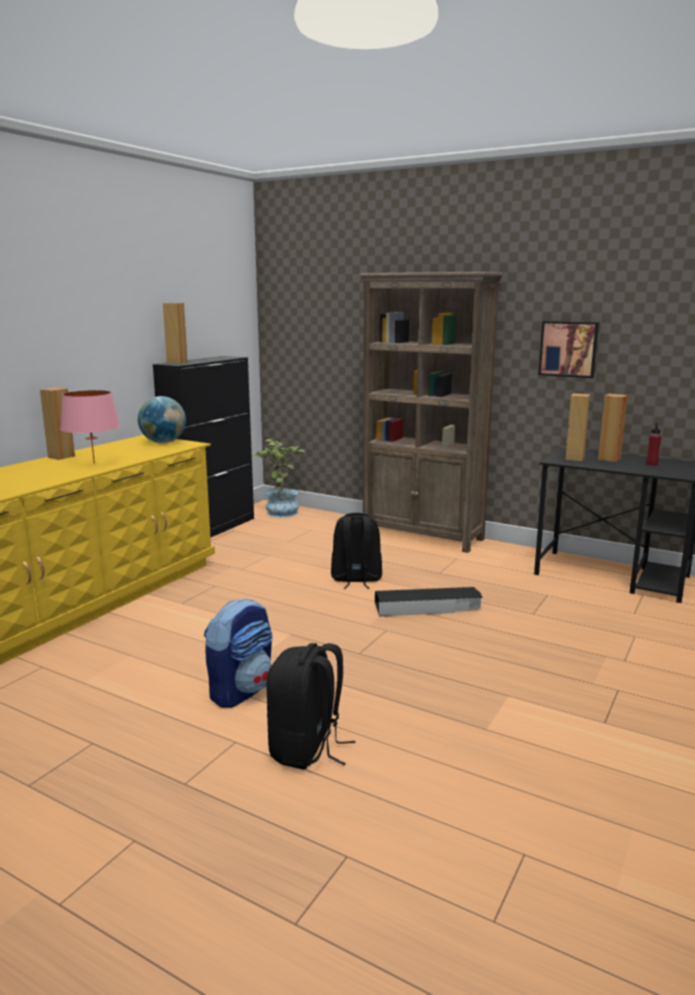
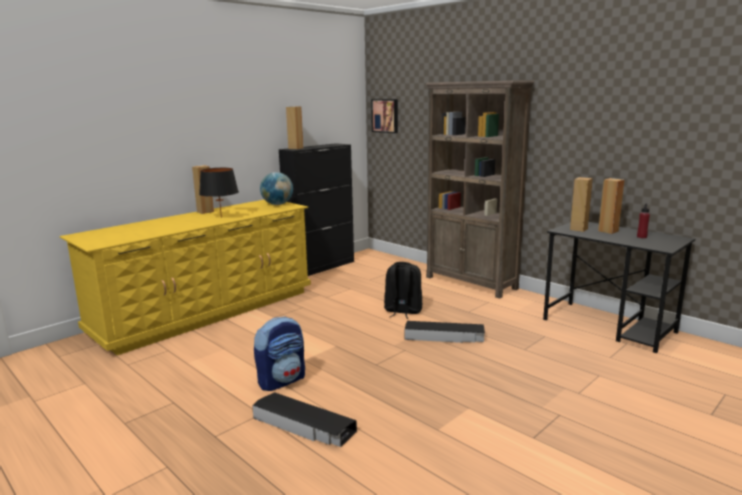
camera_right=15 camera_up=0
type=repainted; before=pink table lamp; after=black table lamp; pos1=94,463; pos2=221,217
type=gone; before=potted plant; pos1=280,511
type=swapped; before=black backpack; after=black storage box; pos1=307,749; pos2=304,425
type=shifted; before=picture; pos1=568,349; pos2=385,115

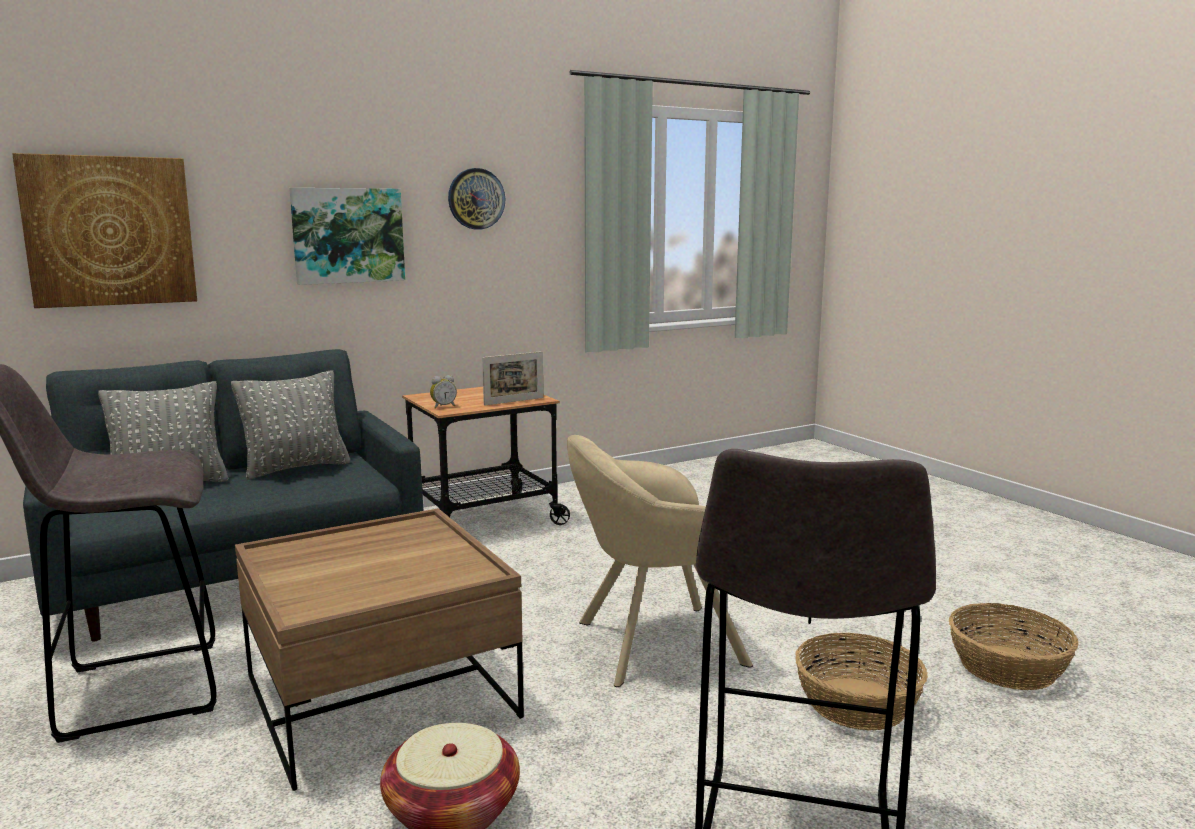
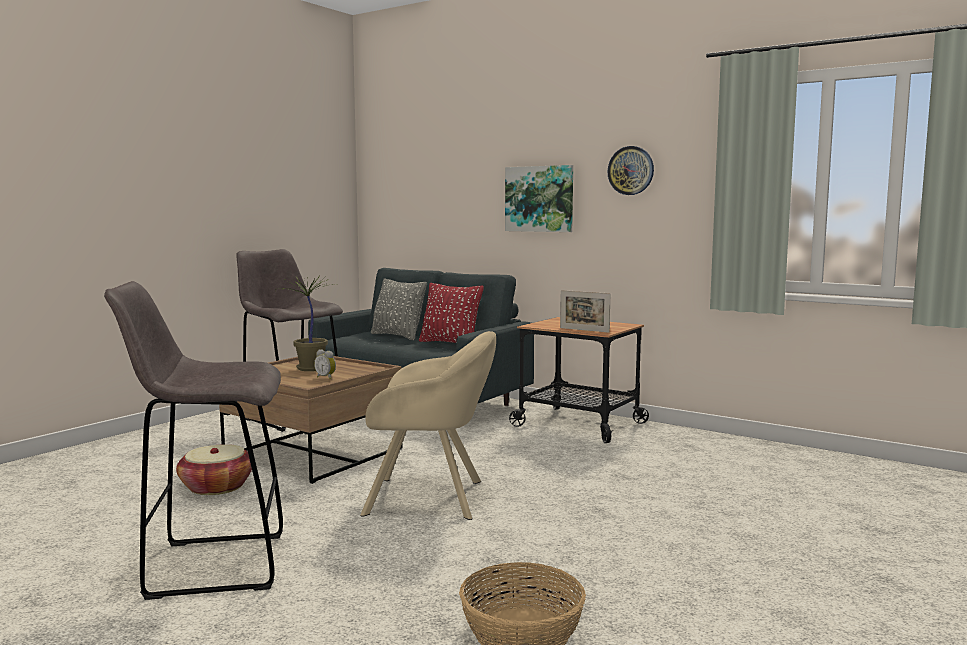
camera_right=65 camera_up=-5
type=gone; before=picture; pos1=110,231
type=repainted; before=grey pillow; after=red pillow; pos1=296,468; pos2=450,343
type=shifted; before=alarm clock; pos1=443,406; pos2=326,377
type=rotated; before=beige armchair; pos1=651,644; pos2=432,498; turn=135
type=gone; before=basket; pos1=858,704
type=new; after=potted plant; pos2=310,369

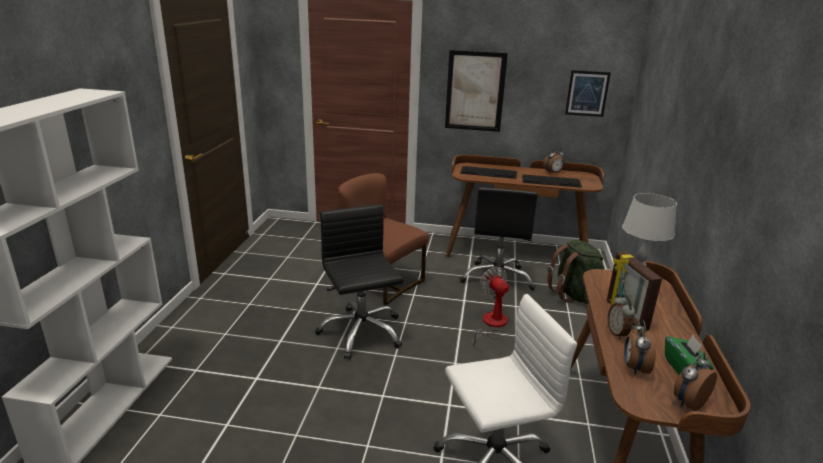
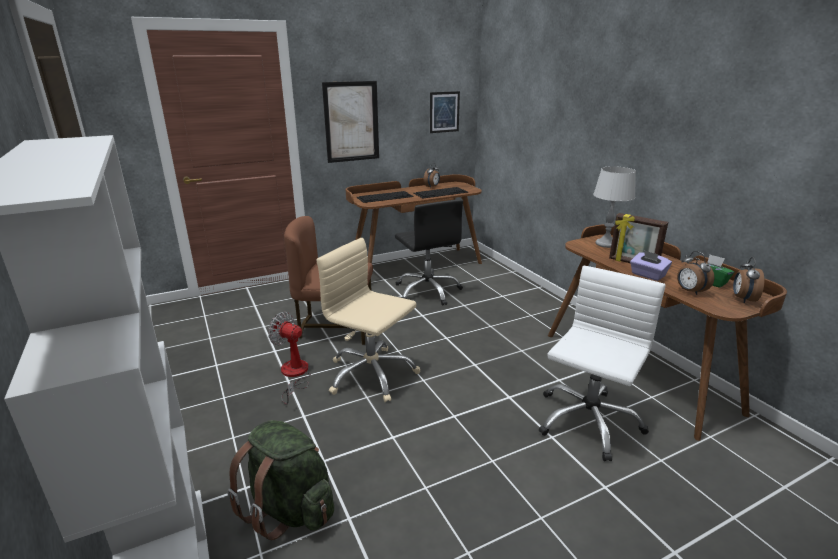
camera_right=-35 camera_up=0
type=repainted; before=black office chair; after=beige office chair; pos1=361,332; pos2=371,374
type=shifted; before=fan; pos1=491,325; pos2=294,375
type=shifted; before=green backpack; pos1=575,295; pos2=289,509
type=swapped; before=alarm clock; after=purple tissue box; pos1=617,333; pos2=647,275

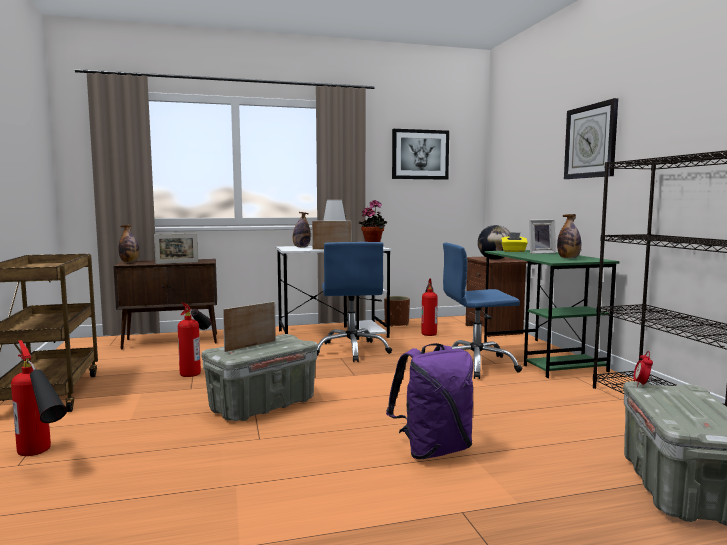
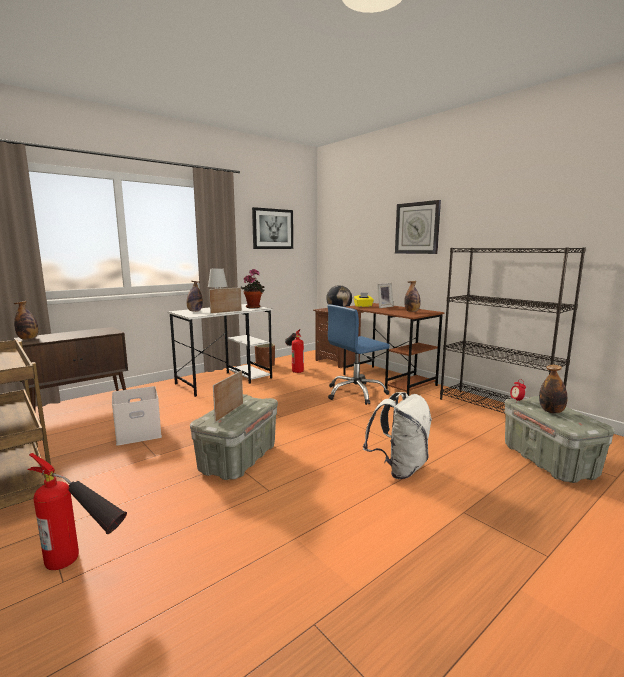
camera_right=-25 camera_up=5
type=gone; before=picture frame; pos1=177,263
type=swapped; before=fire extinguisher; after=white storage box; pos1=196,368; pos2=137,433
type=gone; before=blue office chair; pos1=352,351
type=repainted; before=purple backpack; after=white backpack; pos1=433,450; pos2=399,468
type=repainted; before=green desk; after=brown desk; pos1=542,357; pos2=389,380
type=new; after=bottle; pos2=551,411

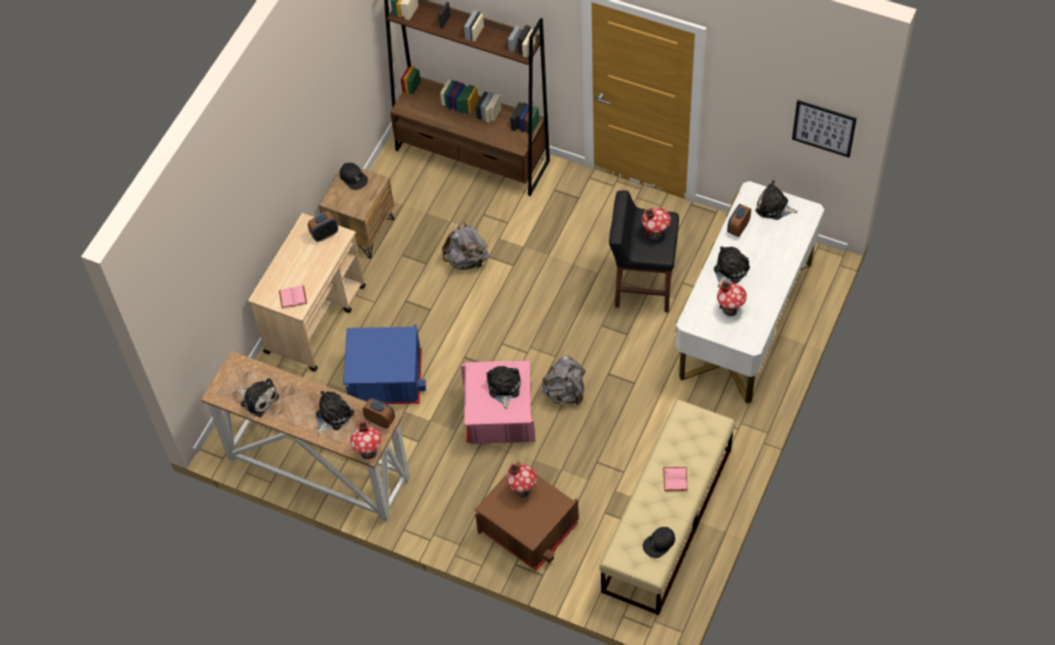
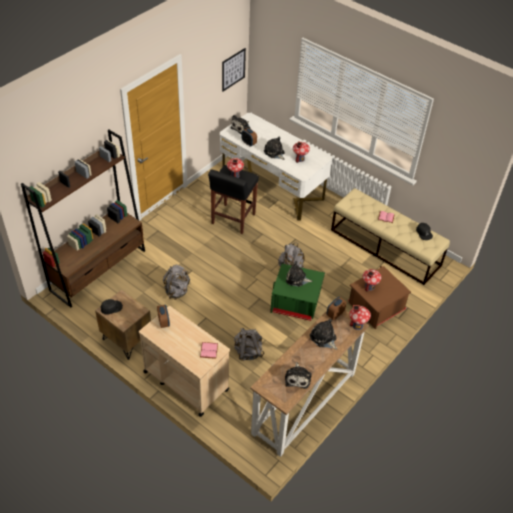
camera_right=-80 camera_up=-10
type=rotated; before=plush toy; pos1=258,399; pos2=297,378; turn=135
type=swapped; before=blue storage box; after=grey backpack; pos1=385,377; pos2=248,352
type=repainted; before=pink storage box; after=green storage box; pos1=498,415; pos2=296,302

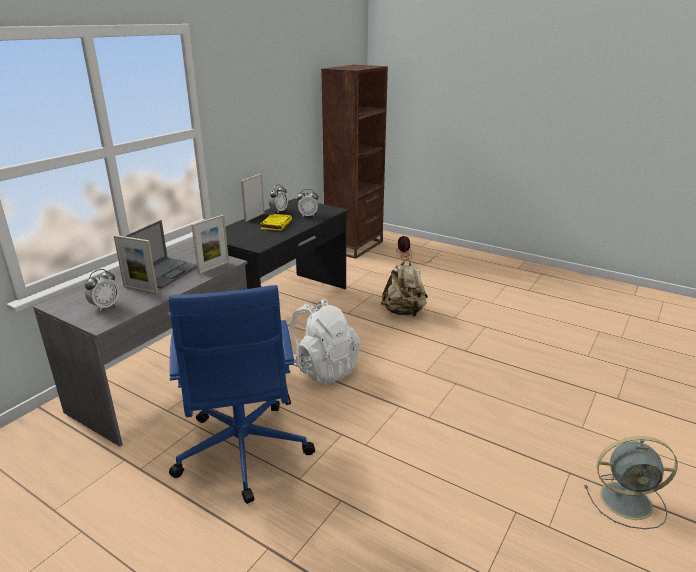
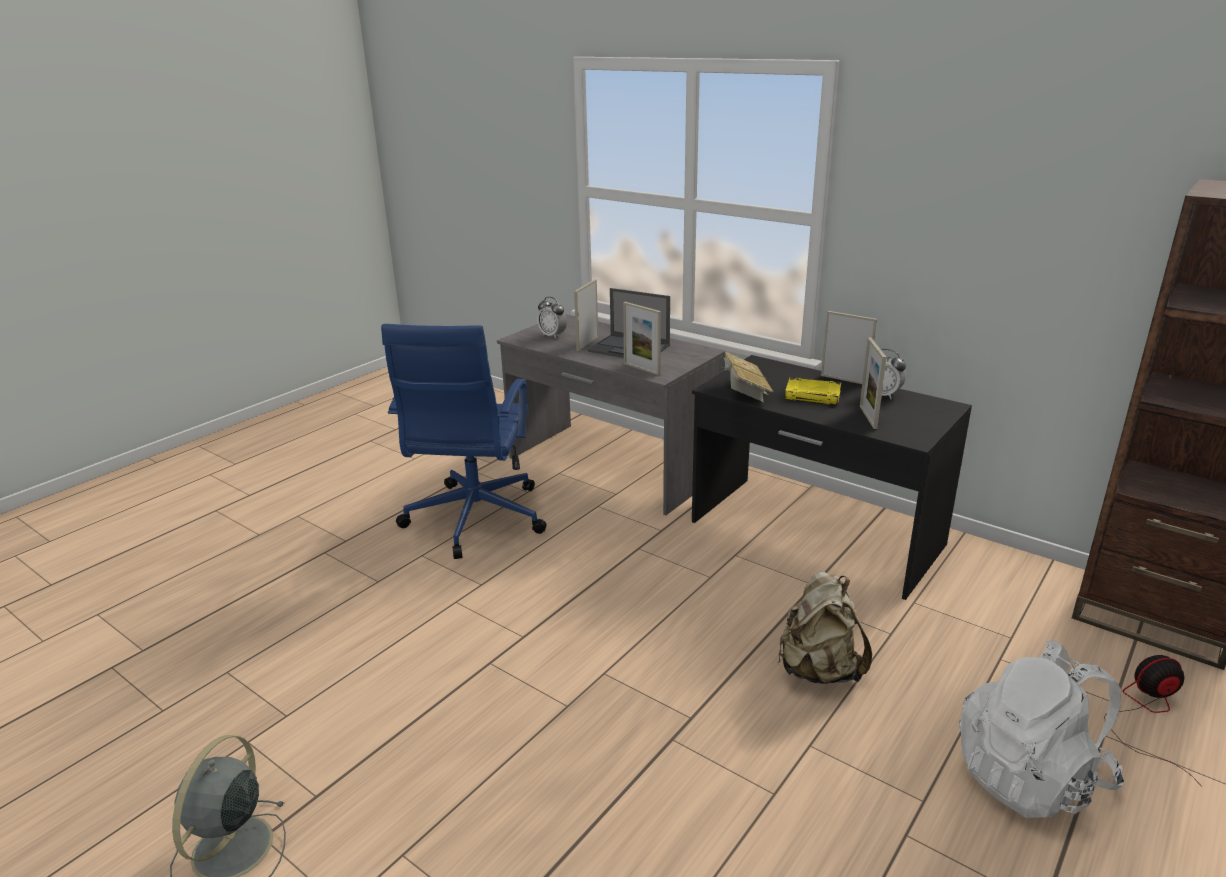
camera_right=95 camera_up=0
type=rotated; before=blue office chair; pos1=242,453; pos2=474,520; turn=-75
type=shifted; before=white backpack; pos1=322,369; pos2=1030,777
type=swapped; before=alarm clock; after=picture frame; pos1=308,216; pos2=868,417
type=new; after=book; pos2=744,391

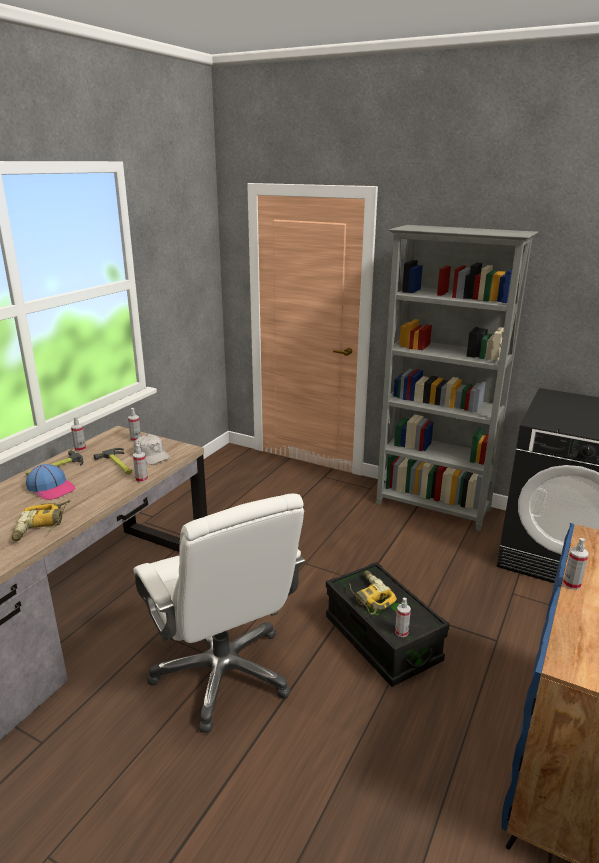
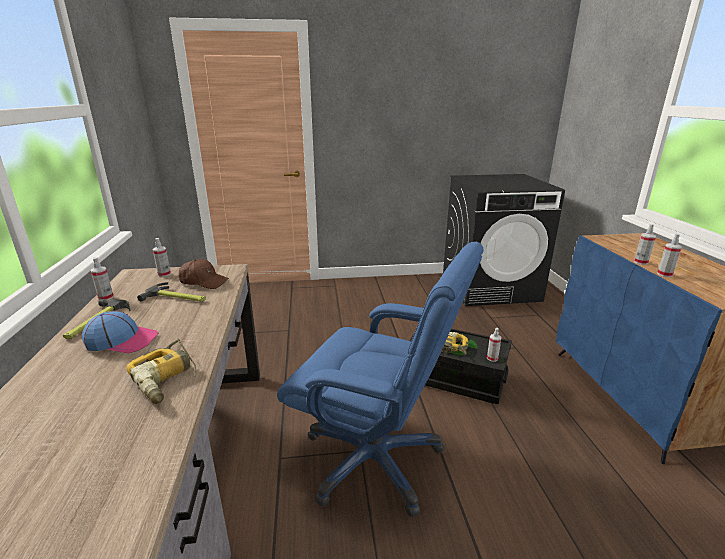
camera_right=-35 camera_up=0
type=repainted; before=white cap; after=brown cap; pos1=152,455; pos2=204,282
type=shifted; before=spray bottle; pos1=141,479; pos2=664,274
type=repainted; before=white office chair; after=blue office chair; pos1=223,673; pos2=374,459
type=gone; before=grey bookcase; pos1=433,508

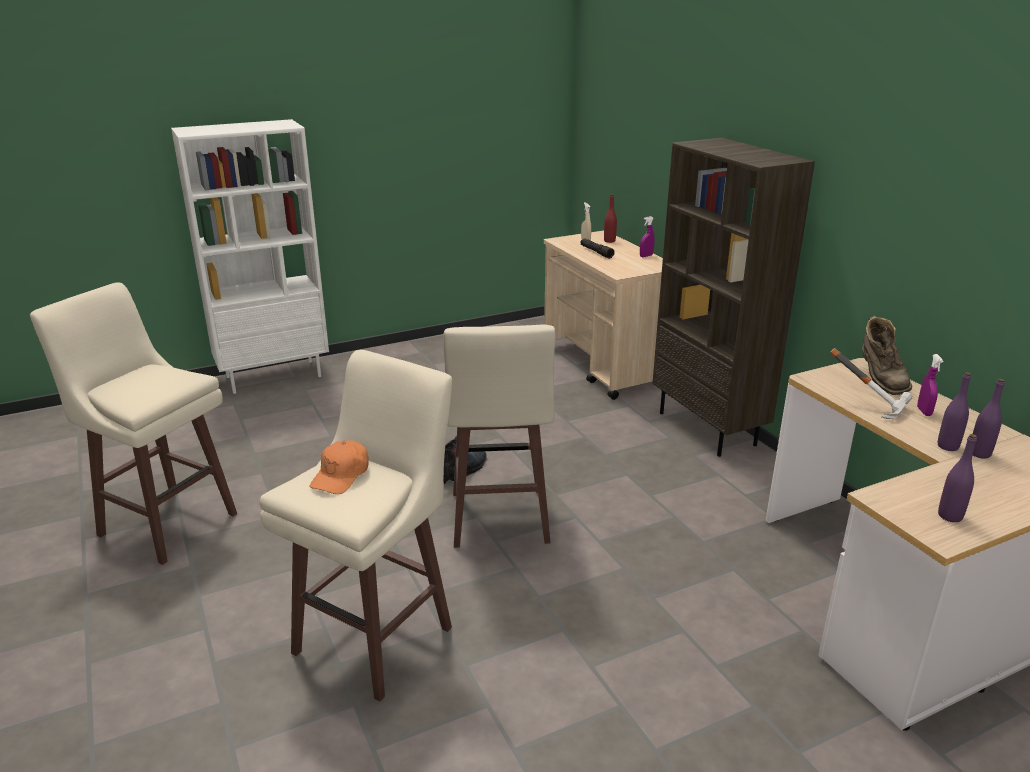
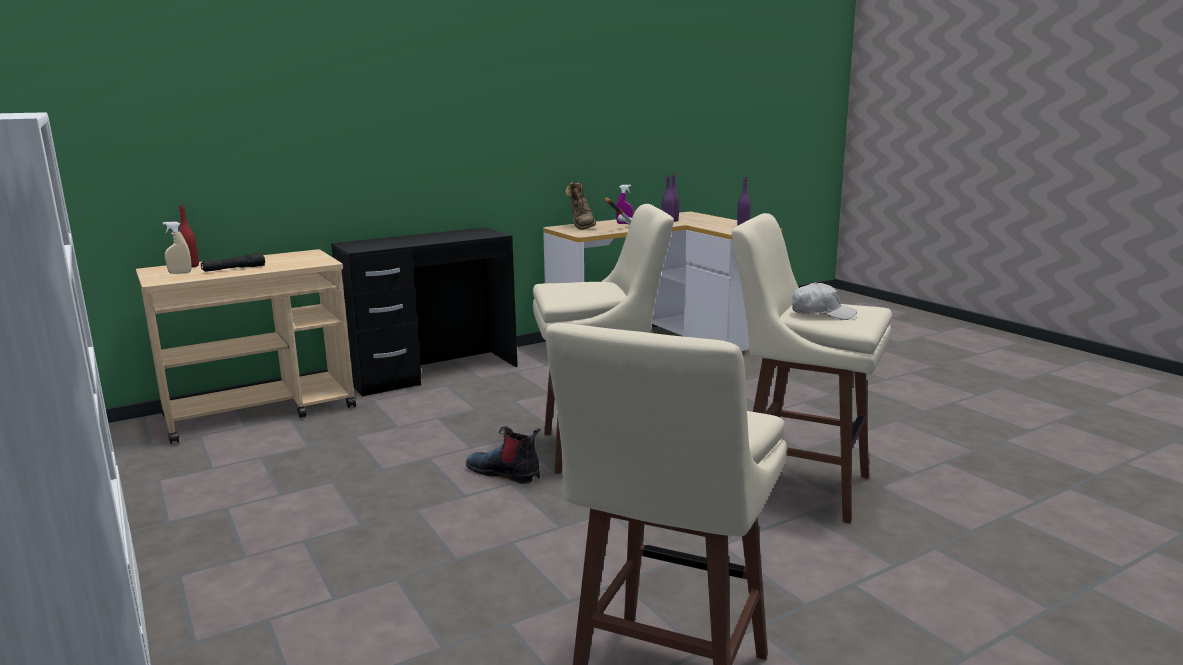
camera_right=-95 camera_up=-10
type=repainted; before=orange cap; after=white cap; pos1=341,476; pos2=822,313
type=gone; before=purple spray bottle; pos1=646,256
type=swapped; before=brown bookcase; after=black desk; pos1=708,428; pos2=433,372
type=rotated; before=brown boot; pos1=879,380; pos2=581,226; turn=90

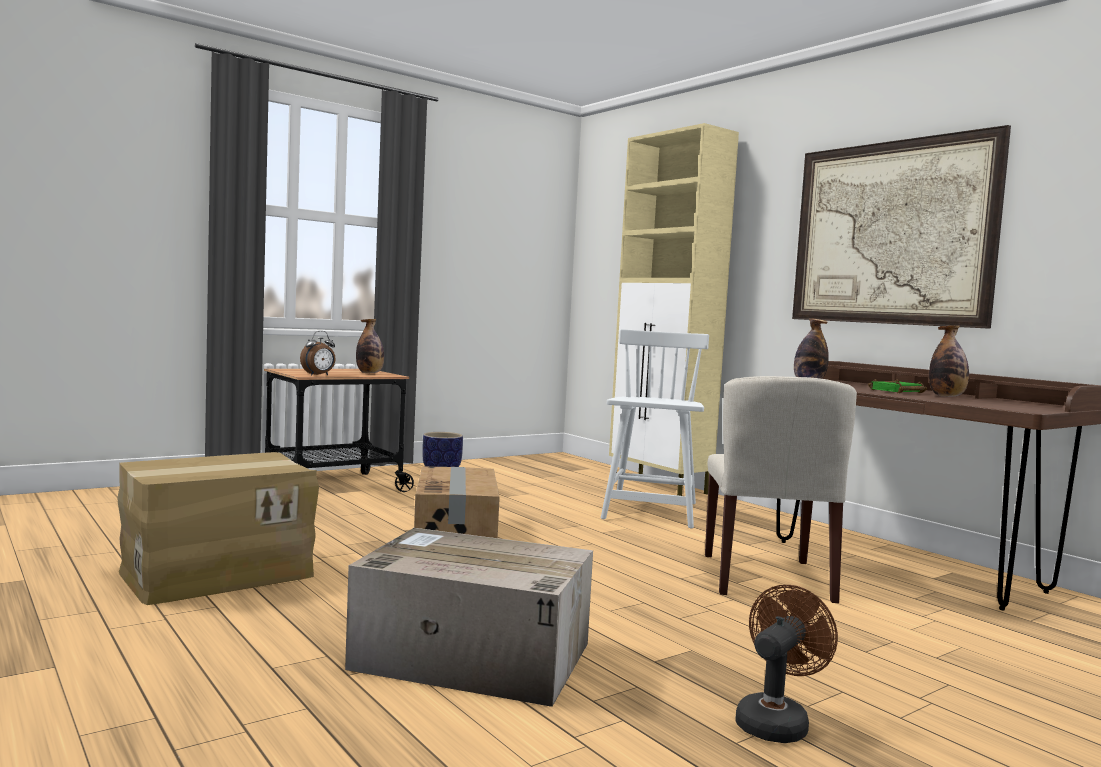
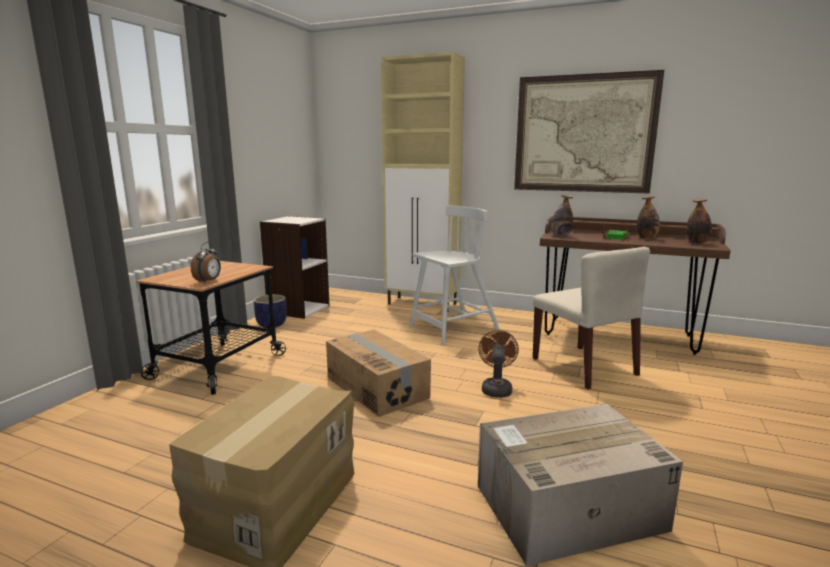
camera_right=-30 camera_up=10
type=shifted; before=bottle; pos1=369,373; pos2=697,243
type=rotated; before=white chair; pos1=651,512; pos2=452,329; turn=75
type=shifted; before=brown fan; pos1=776,721; pos2=496,388
type=new; after=white bookcase; pos2=298,309

